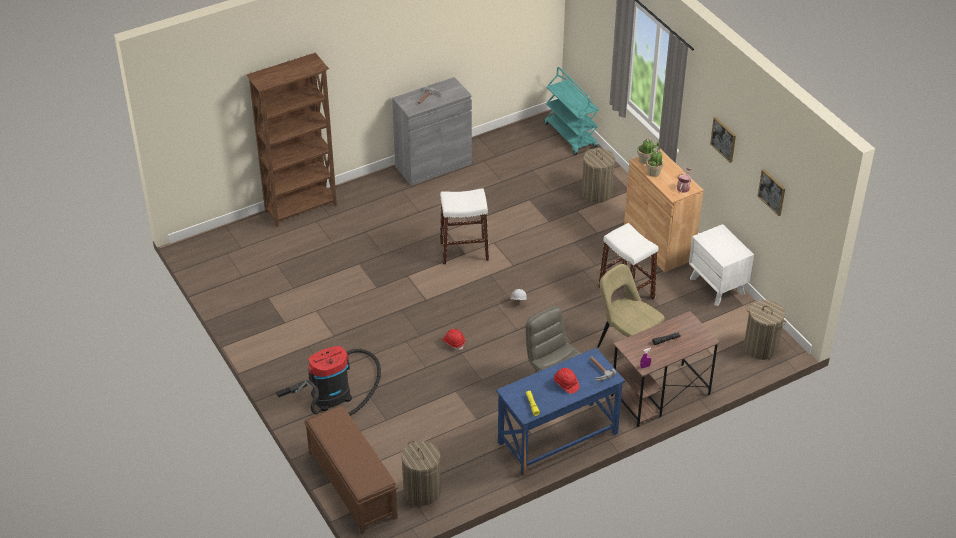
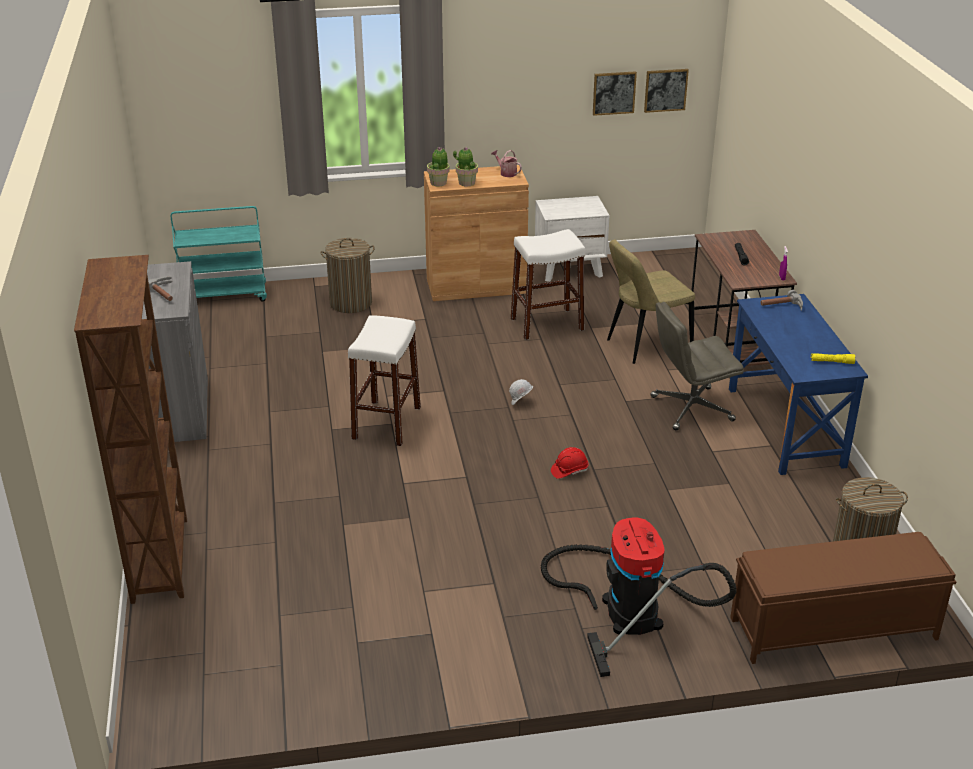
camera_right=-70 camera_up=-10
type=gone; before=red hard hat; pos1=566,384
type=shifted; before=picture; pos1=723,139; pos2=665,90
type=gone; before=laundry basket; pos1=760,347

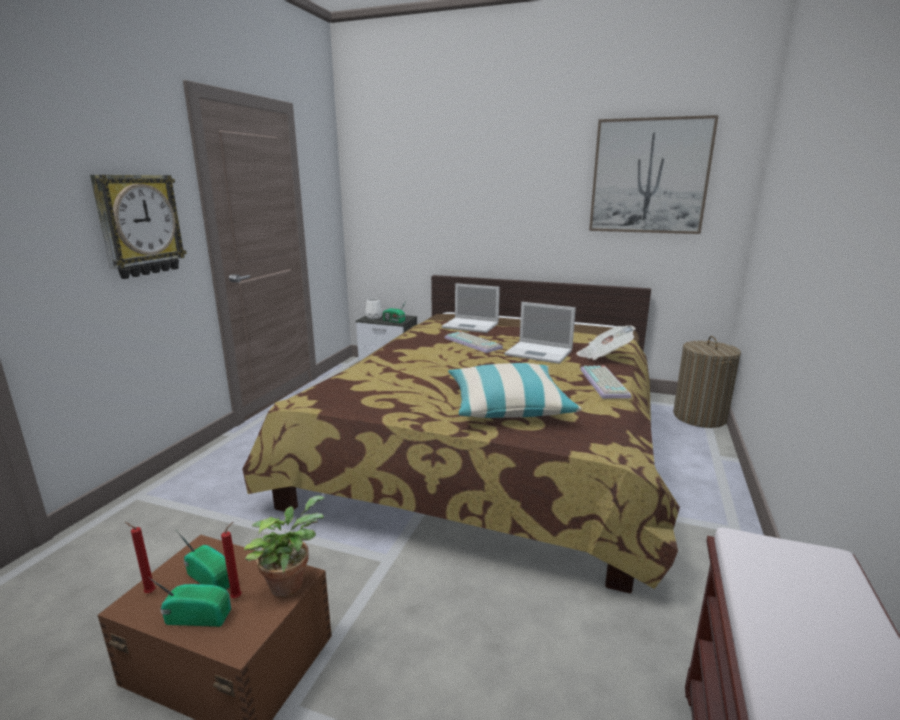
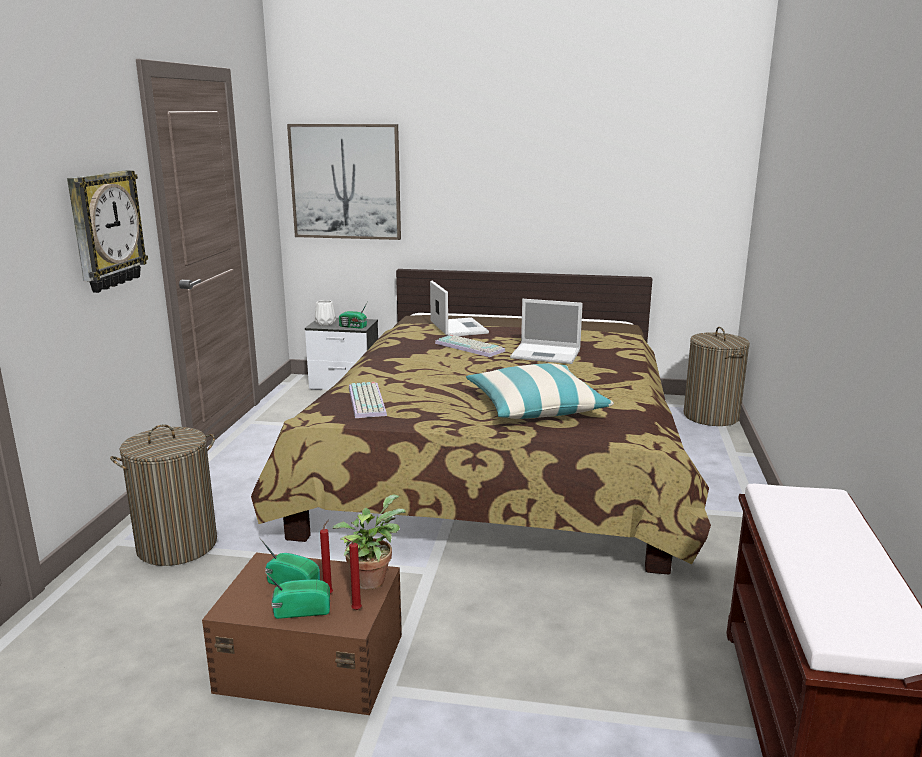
camera_right=-10 camera_up=0
type=shifted; before=red candle; pos1=148,592; pos2=355,610
type=rotated; before=laptop; pos1=471,325; pos2=458,328; turn=-120
type=gone; before=newspaper; pos1=604,356
type=shifted; before=keyboard; pos1=605,383; pos2=368,401
type=shifted; before=picture; pos1=649,176; pos2=345,182
type=new; after=laundry basket; pos2=177,545

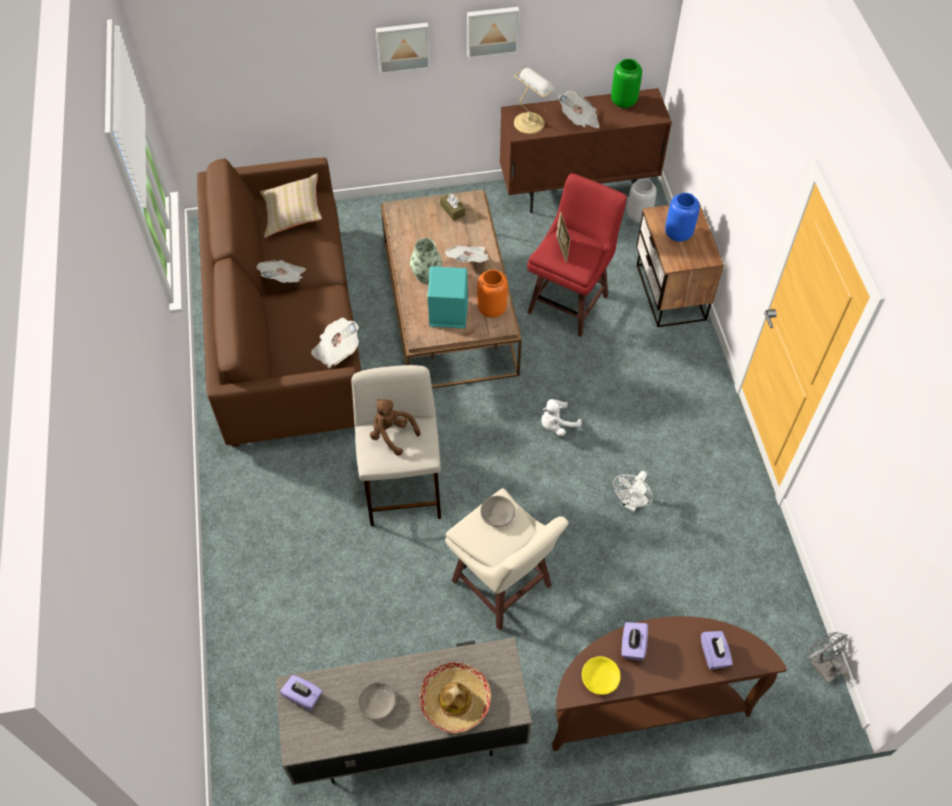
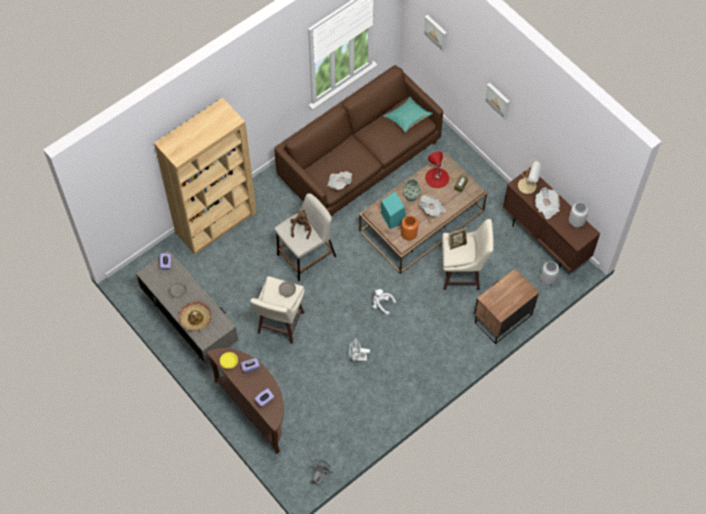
camera_right=60 camera_up=5
type=gone; before=newspaper; pos1=284,279
type=repainted; before=beige pillow; after=turquoise pillow; pos1=293,214; pos2=407,118
type=shifted; before=picture; pos1=492,31; pos2=436,32
type=repainted; before=red stool; after=beige stool; pos1=570,303; pos2=462,274
type=repainted; before=green vase; after=grey vase; pos1=623,101; pos2=576,221
type=gone; before=blue vase; pos1=678,234
type=new; after=brown bookcase; pos2=216,222
type=new; after=red table lamp; pos2=437,178

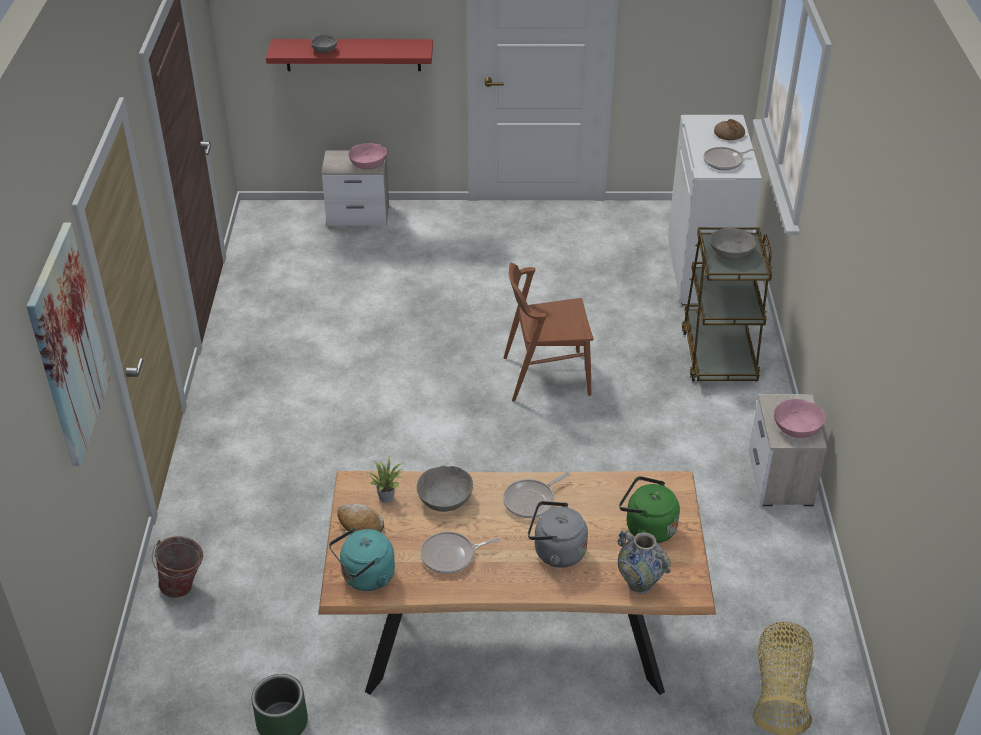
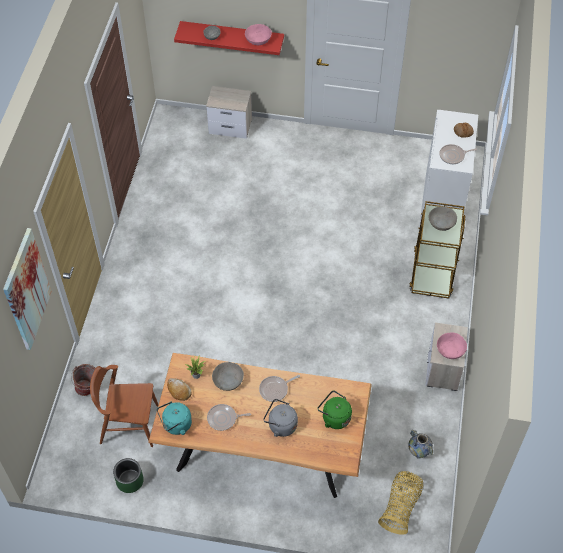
camera_right=10 camera_up=15
type=shifted; before=pink bowl; pos1=368,163; pos2=258,39
type=shifted; before=brown chair; pos1=546,375; pos2=129,424
type=shifted; before=vase; pos1=639,585; pos2=418,453

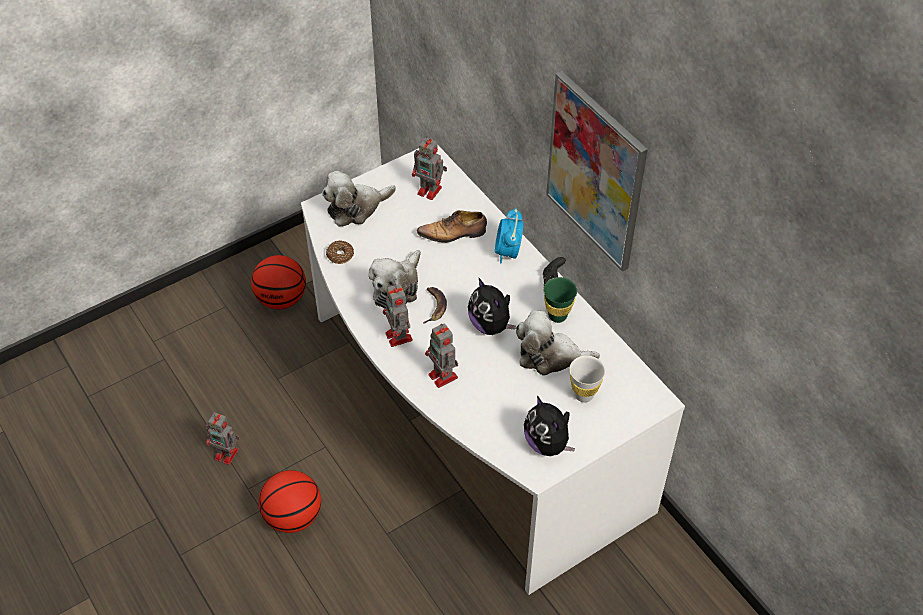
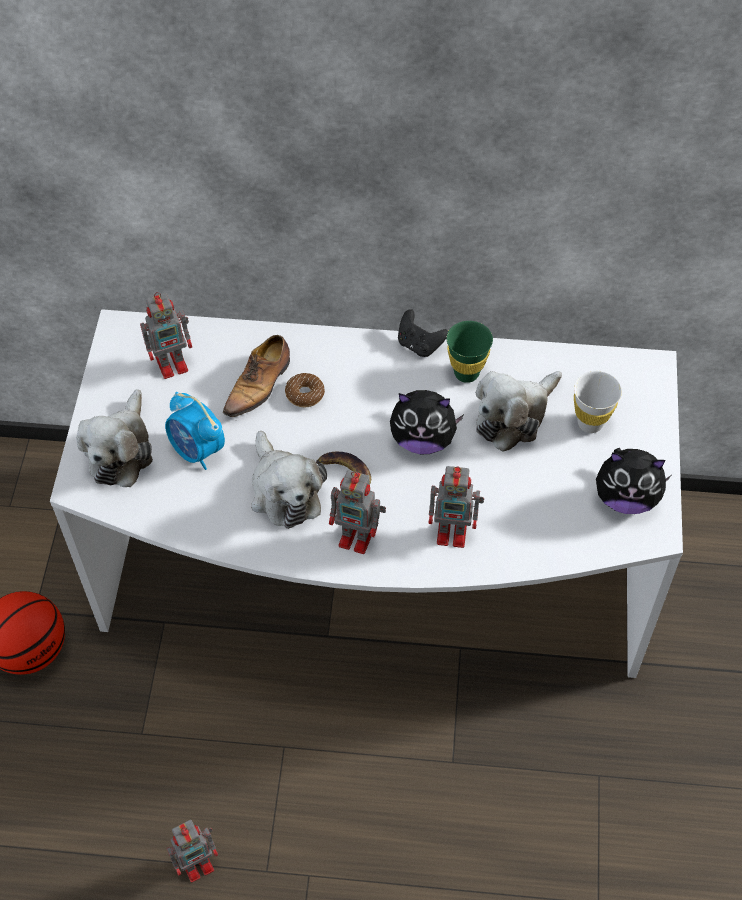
camera_right=-50 camera_up=5
type=gone; before=basketball; pos1=293,516
type=shifted; before=donut; pos1=340,255; pos2=305,394
type=shifted; before=alarm clock; pos1=508,252; pos2=197,450
type=gone; before=picture; pos1=595,172

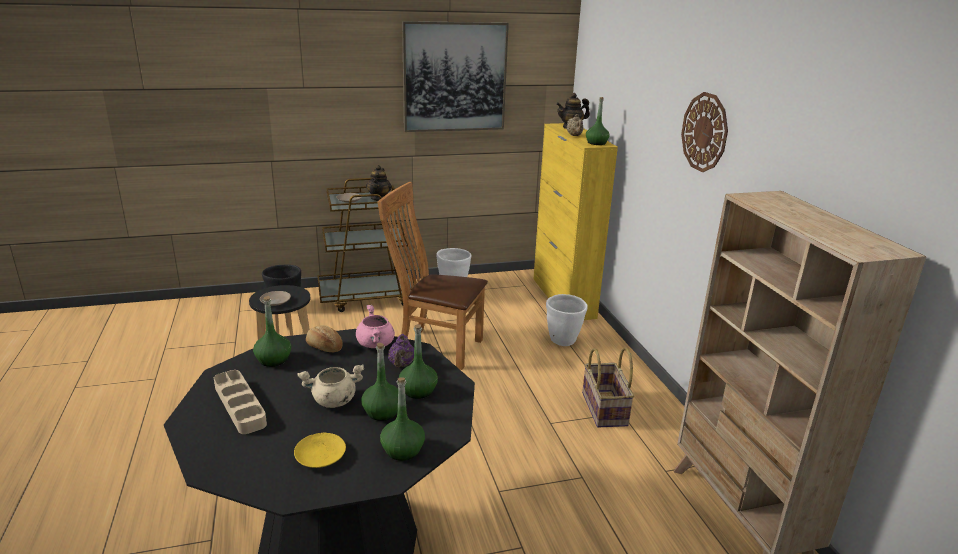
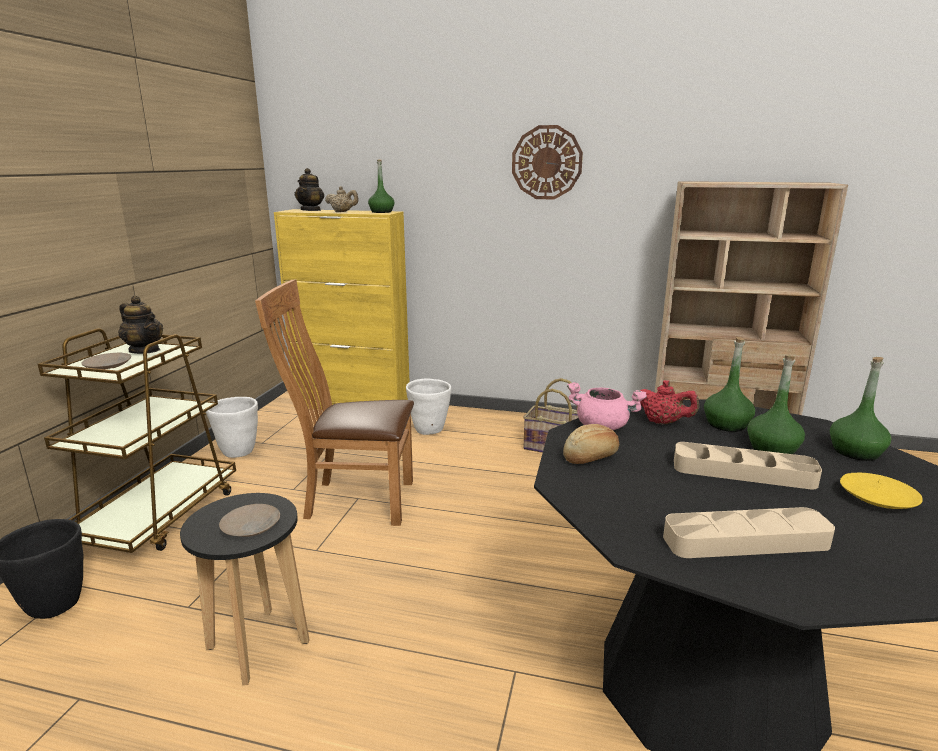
camera_right=-60 camera_up=-5
type=gone; before=green bottle; pos1=273,359
type=swapped; before=beige cooking pot; after=beige tray; pos1=333,401; pos2=743,472
type=rotated; before=brown chair; pos1=435,346; pos2=353,500; turn=45
type=repainted; before=purple teapot; after=red teapot; pos1=401,365; pos2=663,422
type=gone; before=picture; pos1=454,77

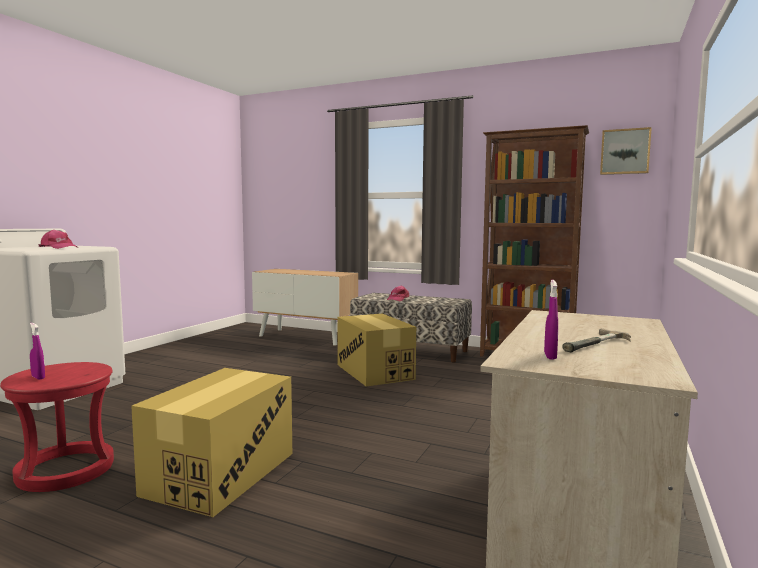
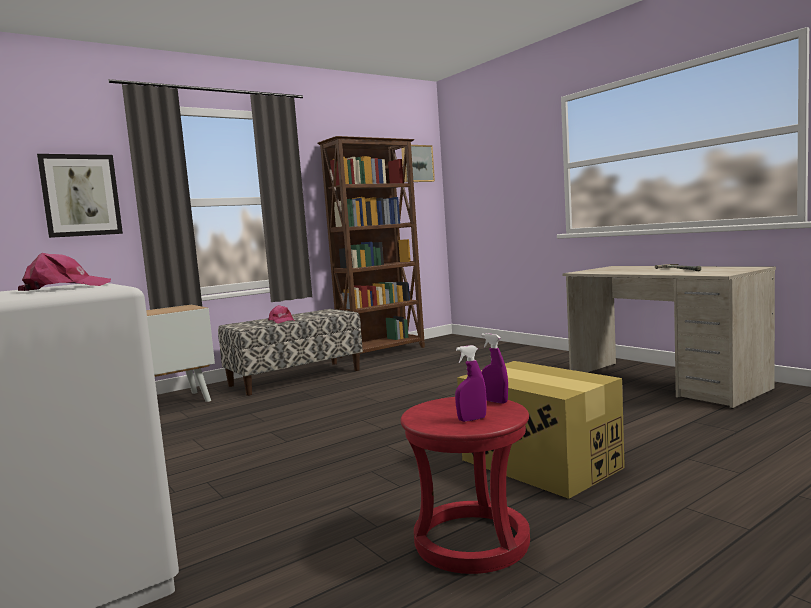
camera_right=-60 camera_up=0
type=gone; before=cardboard box; pos1=374,371
type=shifted; before=purple spray bottle; pos1=550,356; pos2=495,401
type=new; after=picture; pos2=81,195

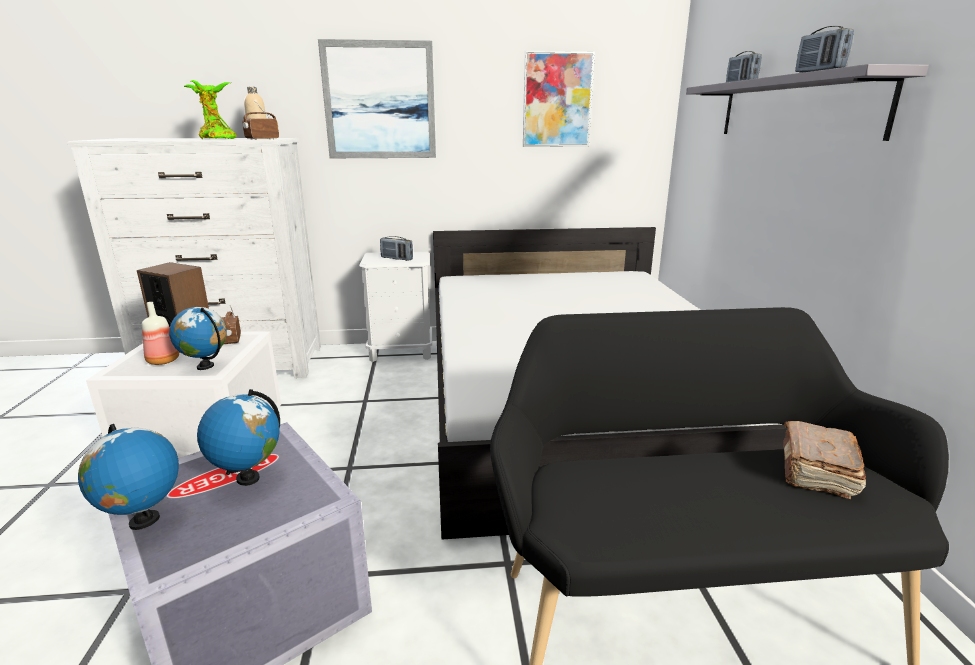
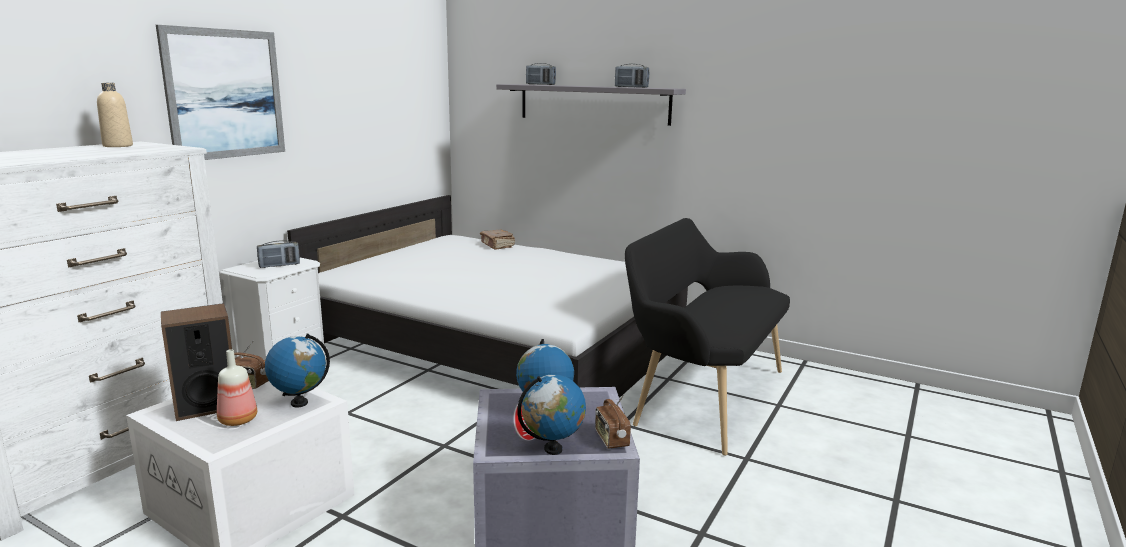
camera_right=-55 camera_up=-5
type=gone; before=potted plant; pos1=216,139
type=shifted; before=radio; pos1=262,139; pos2=611,439
type=gone; before=picture; pos1=557,100
type=shifted; before=brown book; pos1=816,471; pos2=497,245

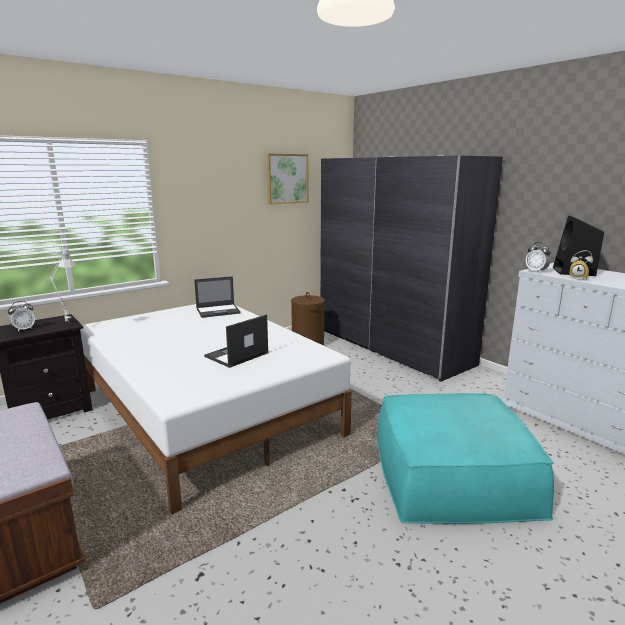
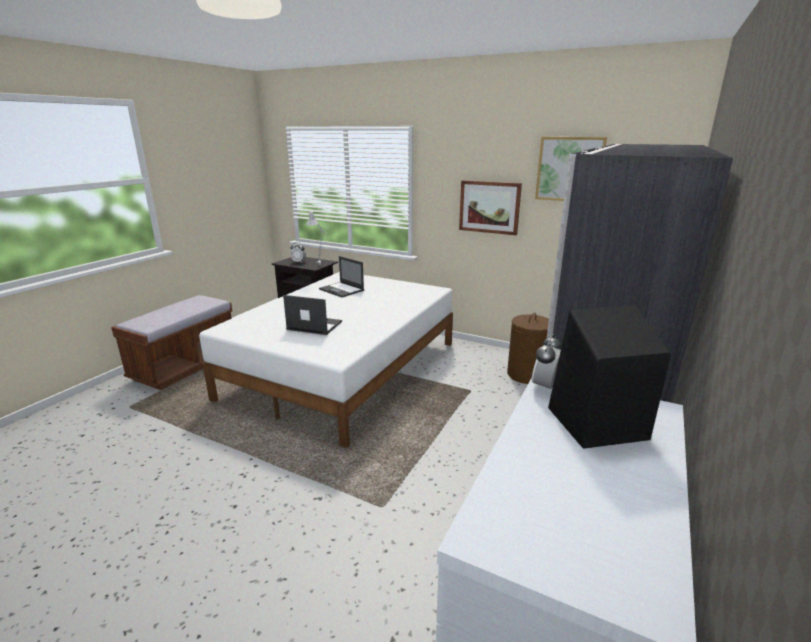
camera_right=65 camera_up=5
type=shifted; before=laptop; pos1=218,311; pos2=342,290
type=gone; before=turquoise ottoman; pos1=453,473
type=gone; before=alarm clock; pos1=578,278
type=new; after=picture; pos2=489,207

